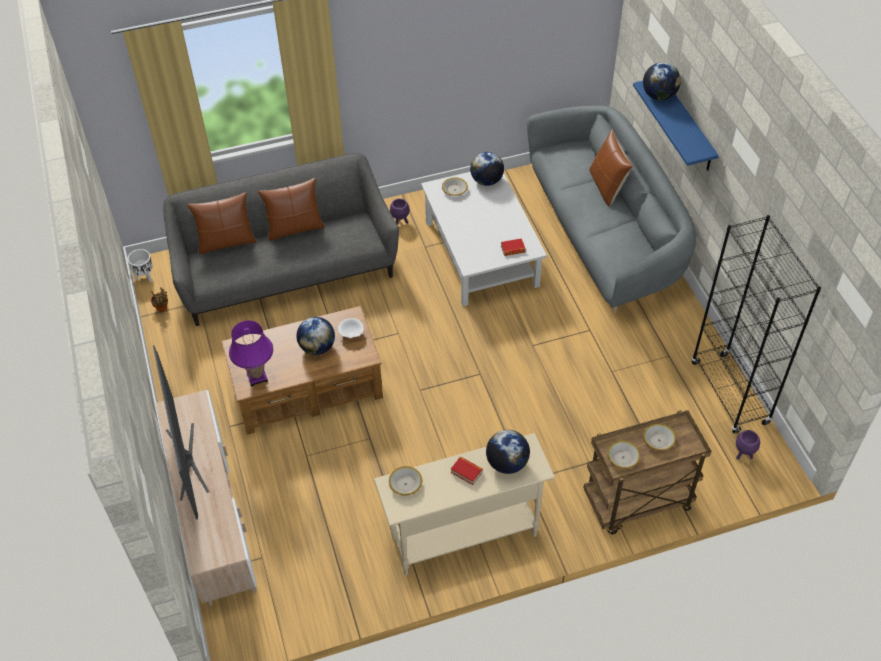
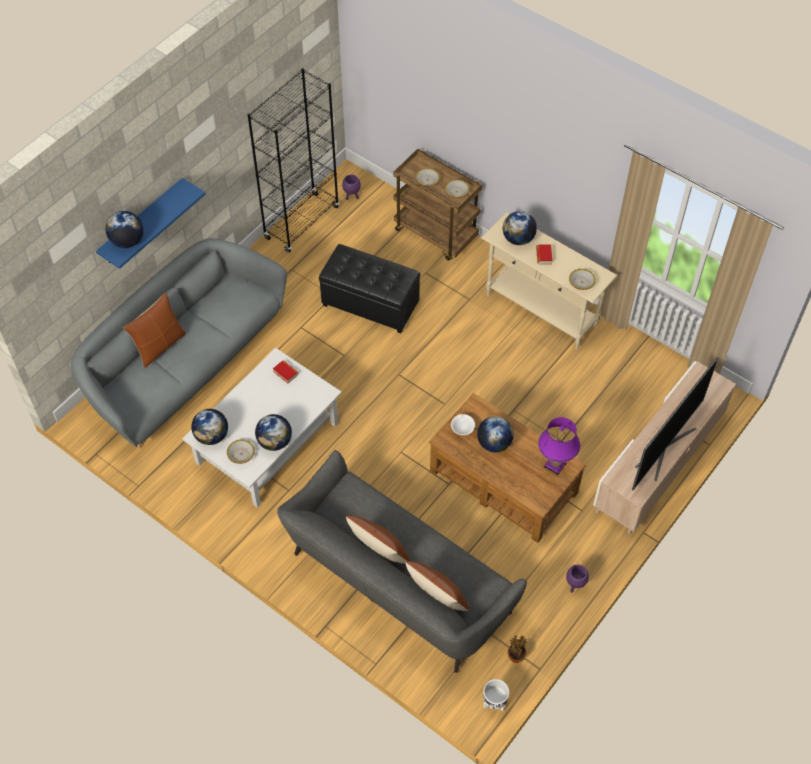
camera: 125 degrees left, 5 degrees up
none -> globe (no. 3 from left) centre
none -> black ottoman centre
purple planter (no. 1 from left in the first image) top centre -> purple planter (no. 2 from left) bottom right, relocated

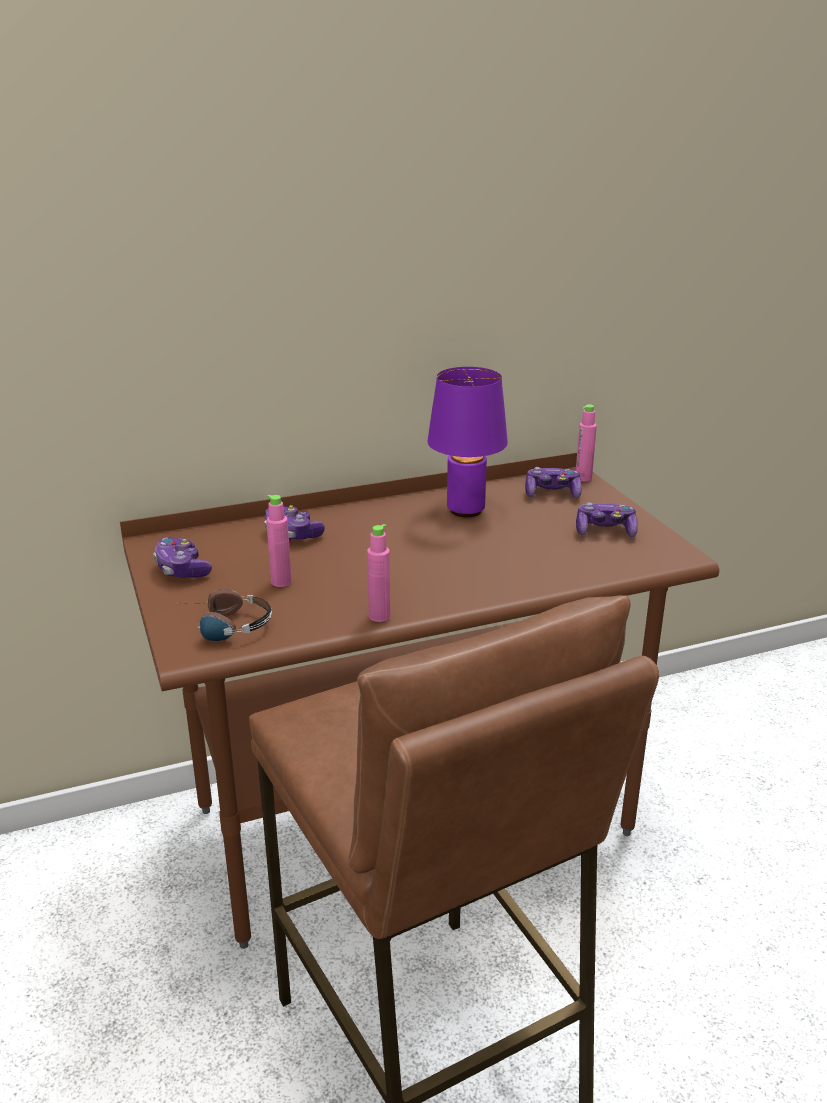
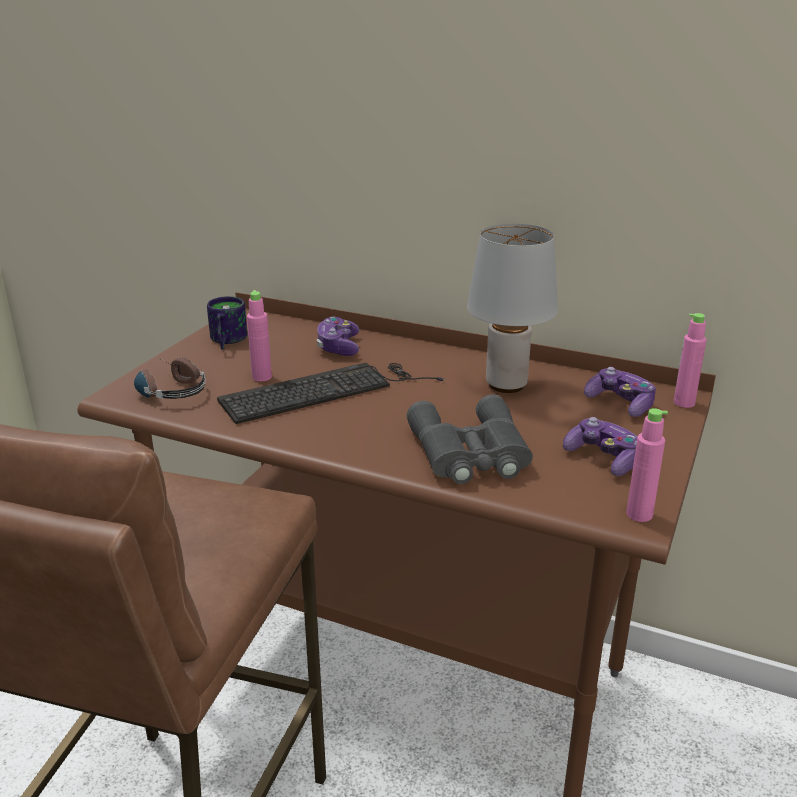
camera: 45 degrees right, 0 degrees up
game controller (no. 1 from left) middle left -> mug middle left
none -> keyboard centre
none -> grey binoculars centre
purple table lamp centre -> grey table lamp centre
pink bottle (no. 2 from left) centre -> pink bottle (no. 2 from left) middle right, relocated

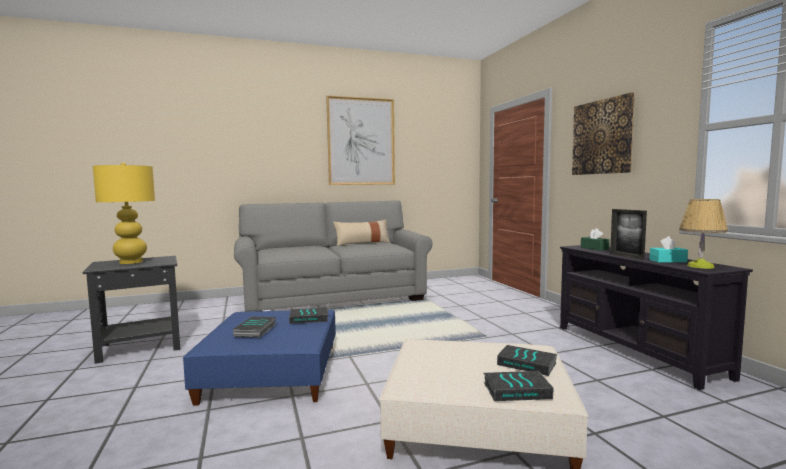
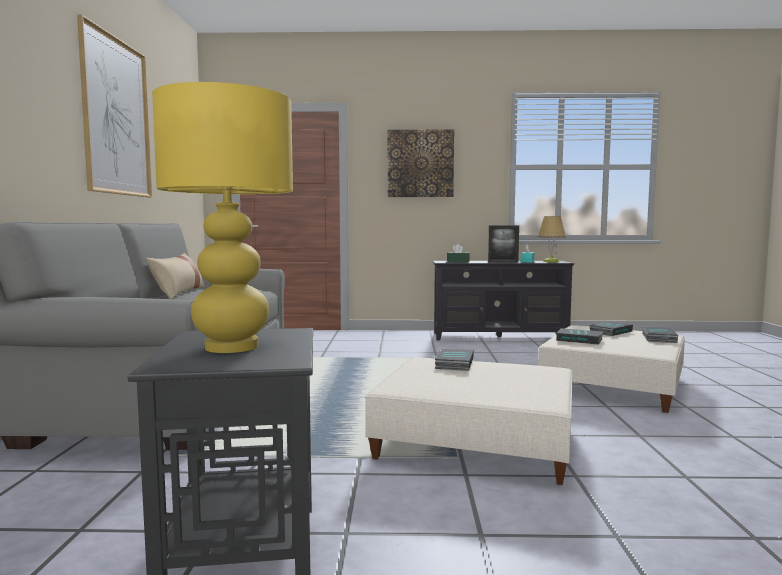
camera: 70 degrees left, 0 degrees up
blue ottoman bottom left -> beige ottoman (no. 1 from left) bottom centre
book (no. 1 from left in the first image) bottom left -> book (no. 2 from left) middle right, relocated

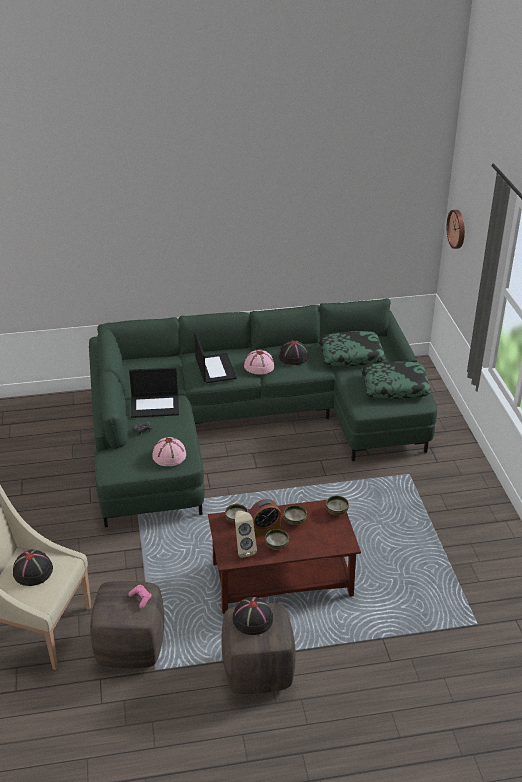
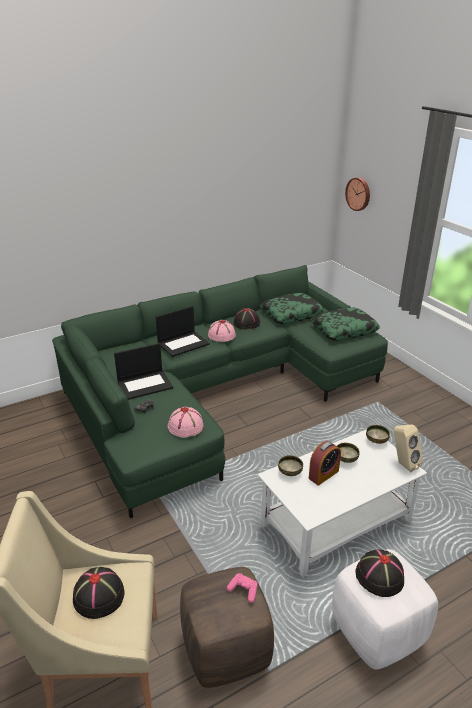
camera: 20 degrees left, 5 degrees down
laptop (no. 2 from left) centre, 90 degrees clockwise
brown coffee table bottom centre -> white coffee table bottom right
brown ottoman (no. 2 from left) bottom centre -> white ottoman bottom right
beige speaker bottom centre -> beige speaker middle right, relocated
bowl (no. 2 from left) bottom centre -> none

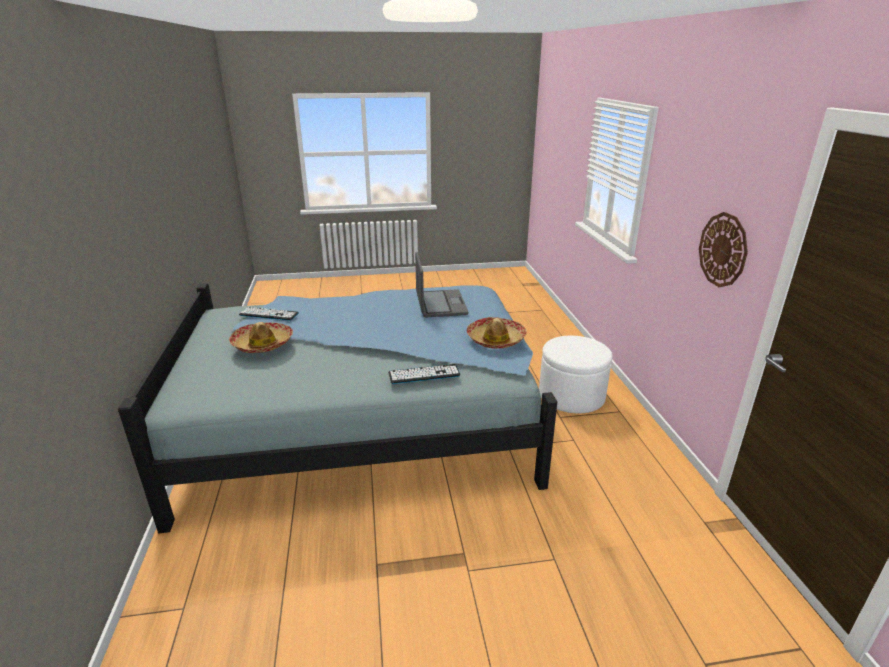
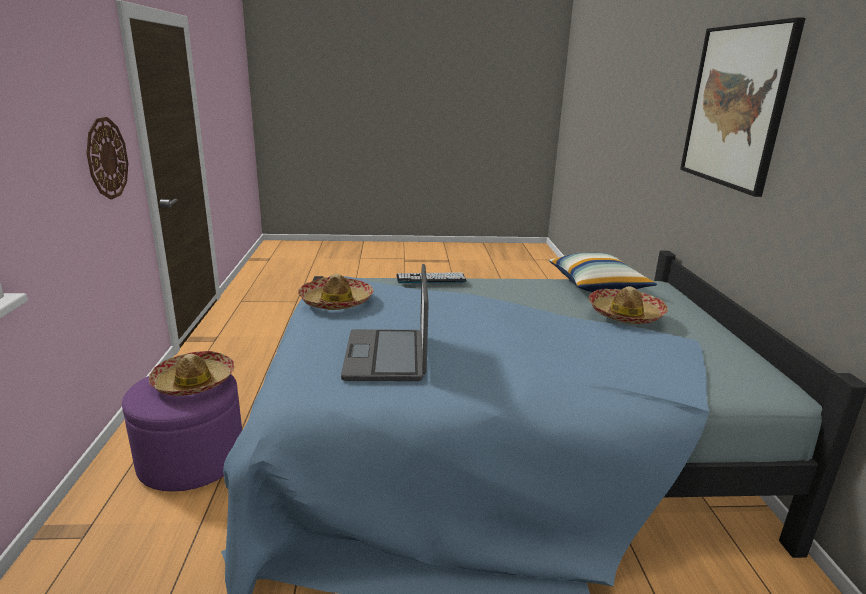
camera: 175 degrees left, 5 degrees down
white ottoman centre -> purple ottoman bottom left
none -> hat (no. 1 from left) middle left
none -> pillow middle right
none -> picture top right
keyboard (no. 1 from left) middle left -> none

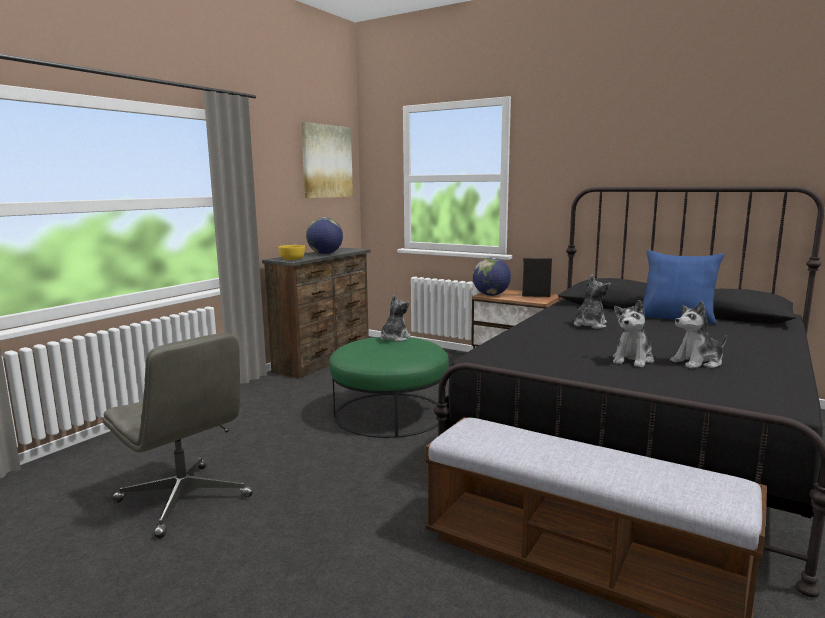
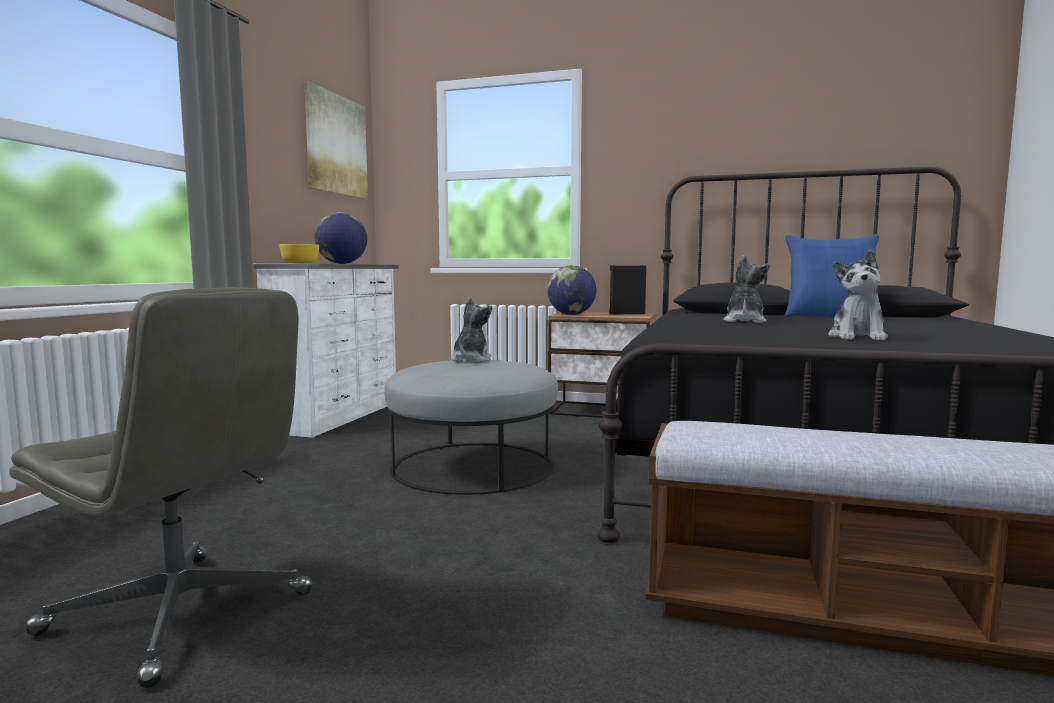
camera: 15 degrees left, 5 degrees down
brown dresser centre -> white dresser middle left
green ottoman centre -> grey ottoman centre
plush toy (no. 4 from left) middle right -> none

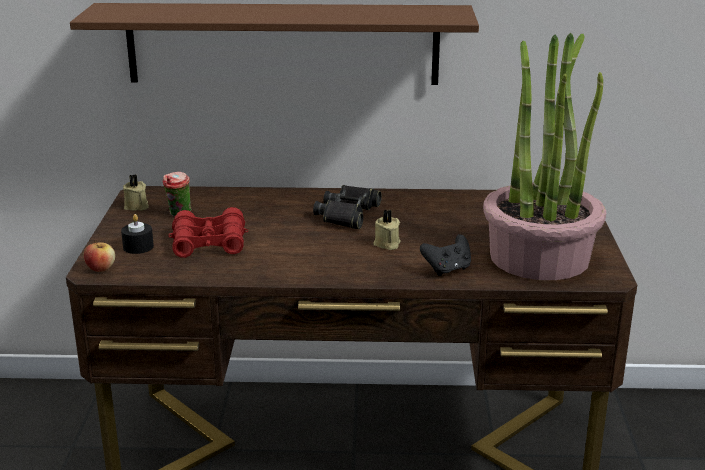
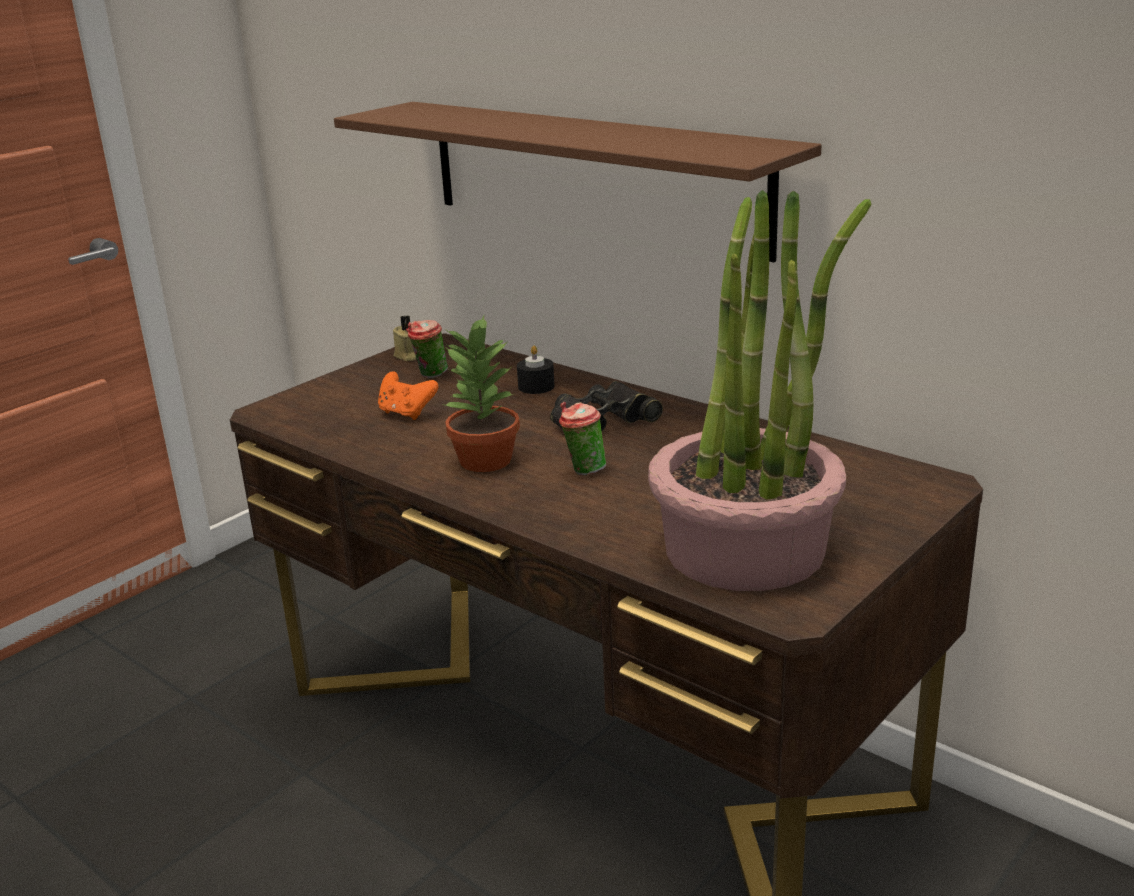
camera: 40 degrees right, 0 degrees up
red binoculars middle left -> orange game controller centre
none -> potted plant (no. 1 from left) centre
black candle middle left -> black candle centre, relocated
beige candle (no. 2 from left) centre -> cup (no. 2 from left) centre
apple middle left -> none
black game controller centre -> none

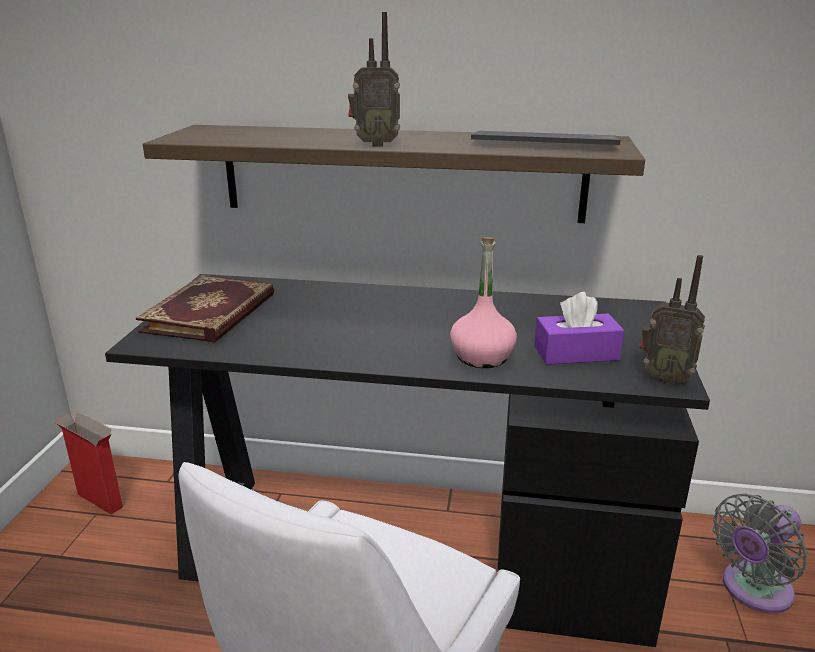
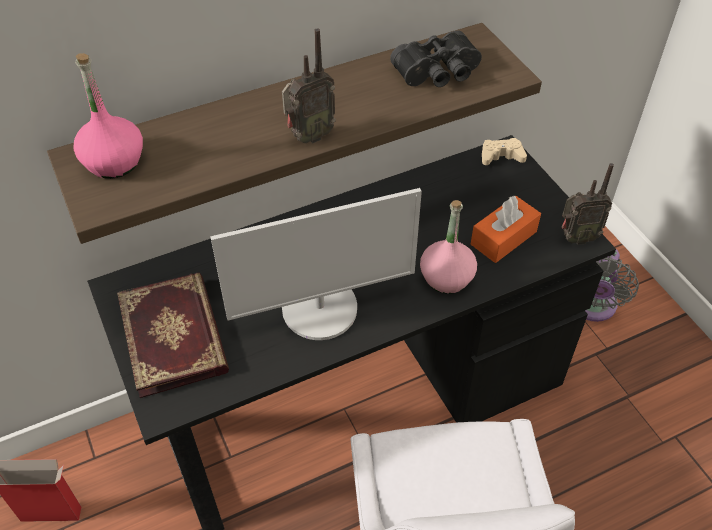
camera: 35 degrees left, 25 degrees up
none -> pink bottle (no. 1 from left) top left
none -> monitor centre
keyboard top right -> black binoculars top centre
purple tissue box middle right -> orange tissue box middle right
none -> beige game controller top right

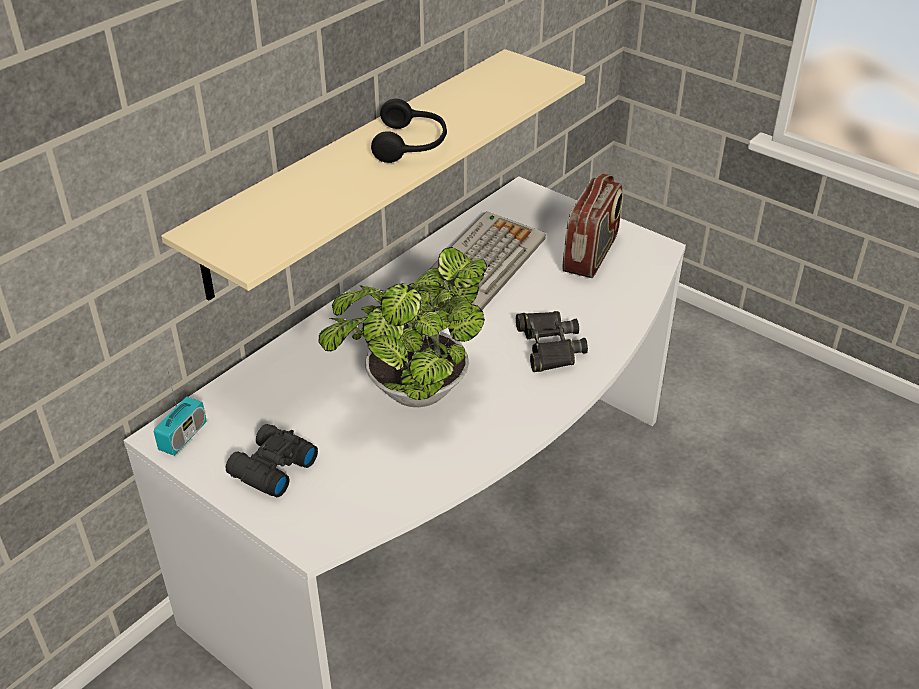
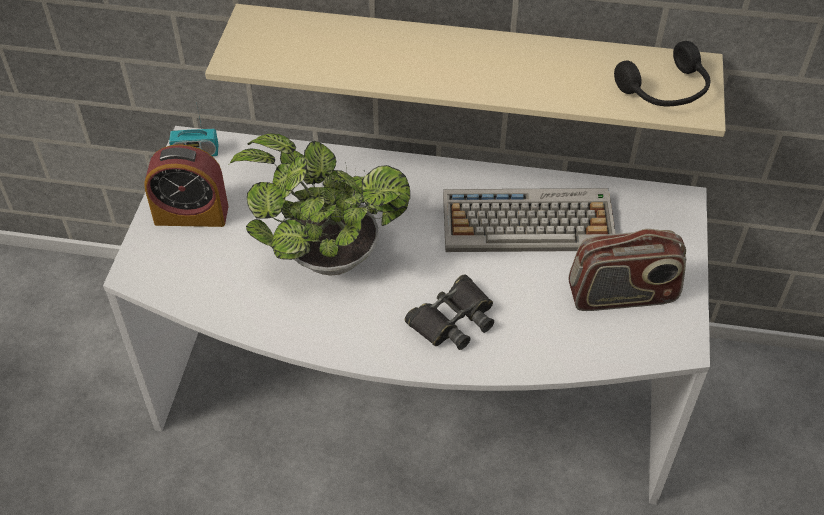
camera: 60 degrees right, 10 degrees up
black binoculars (no. 1 from left) bottom left -> alarm clock middle left
black headphones top centre -> black headphones top right, relocated

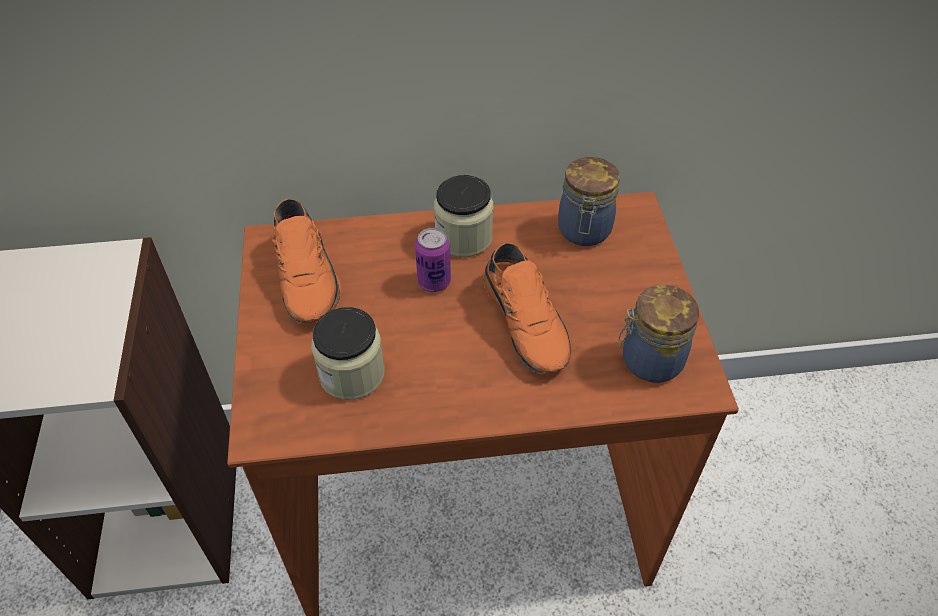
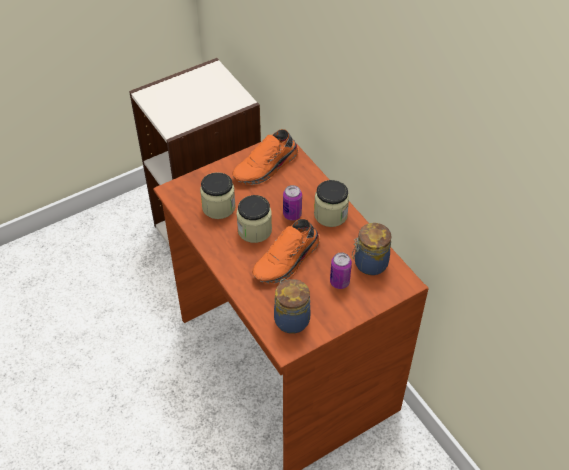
camera: 65 degrees right, 0 degrees up
none -> jar (no. 2 from left) centre
none -> can (no. 2 from left) centre

